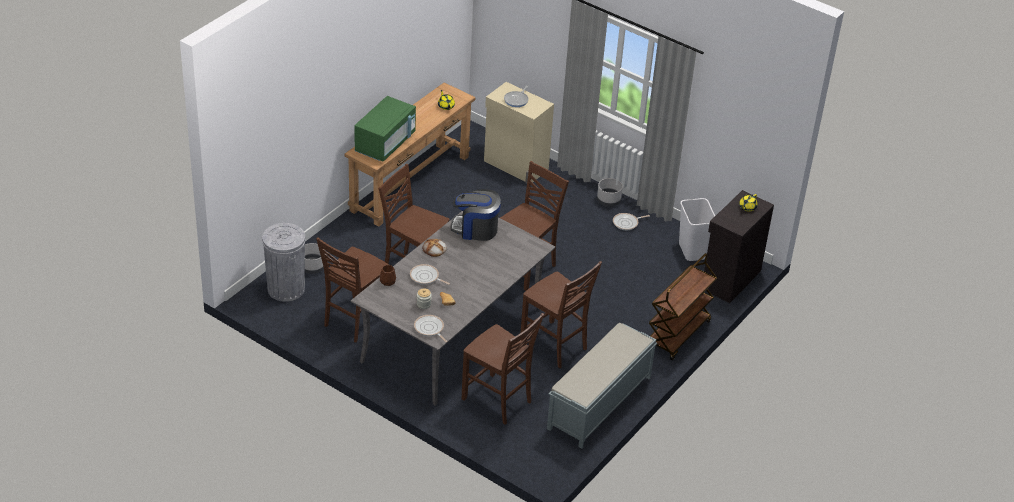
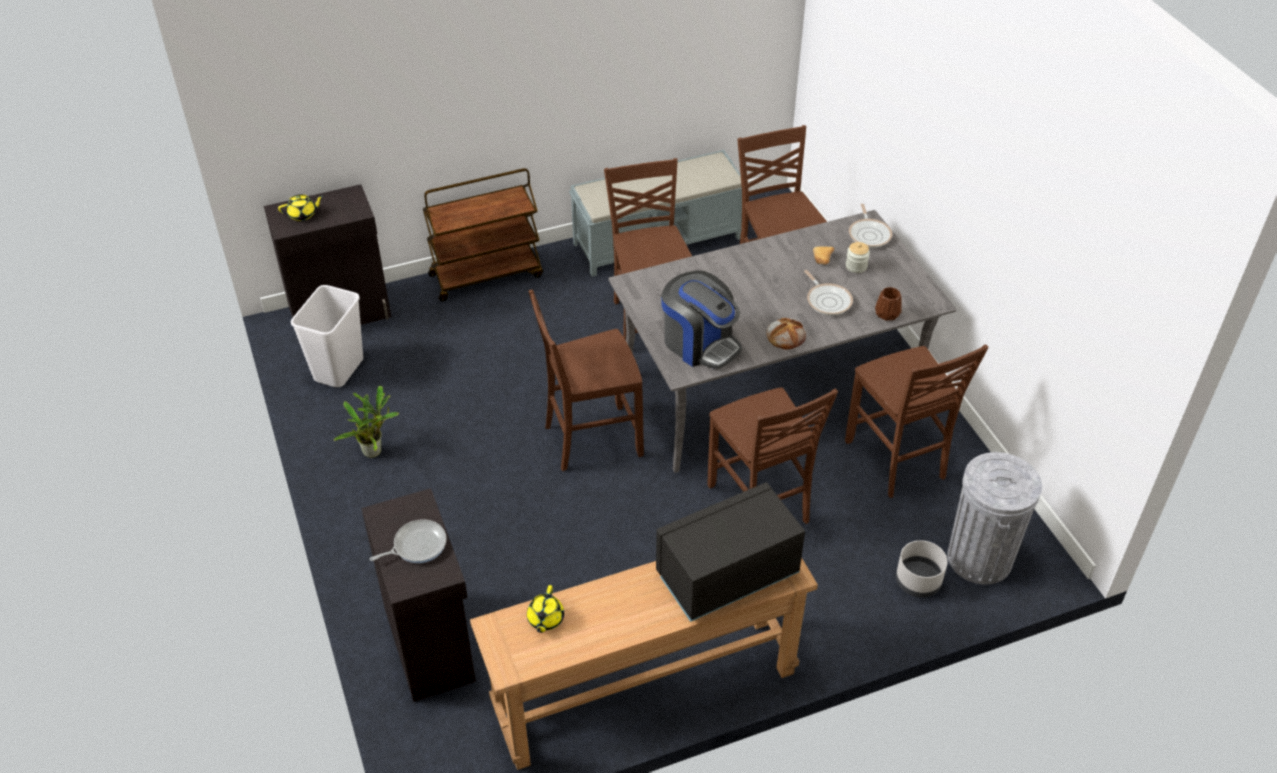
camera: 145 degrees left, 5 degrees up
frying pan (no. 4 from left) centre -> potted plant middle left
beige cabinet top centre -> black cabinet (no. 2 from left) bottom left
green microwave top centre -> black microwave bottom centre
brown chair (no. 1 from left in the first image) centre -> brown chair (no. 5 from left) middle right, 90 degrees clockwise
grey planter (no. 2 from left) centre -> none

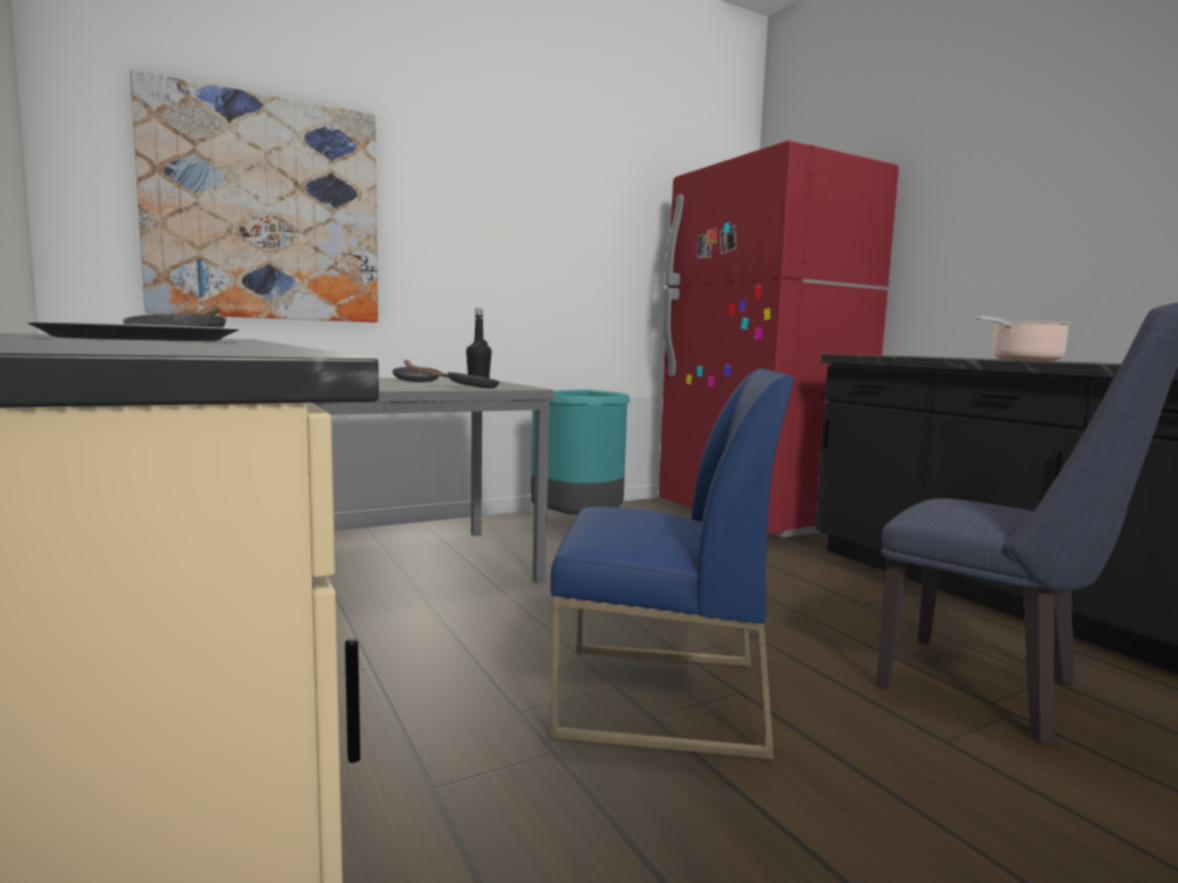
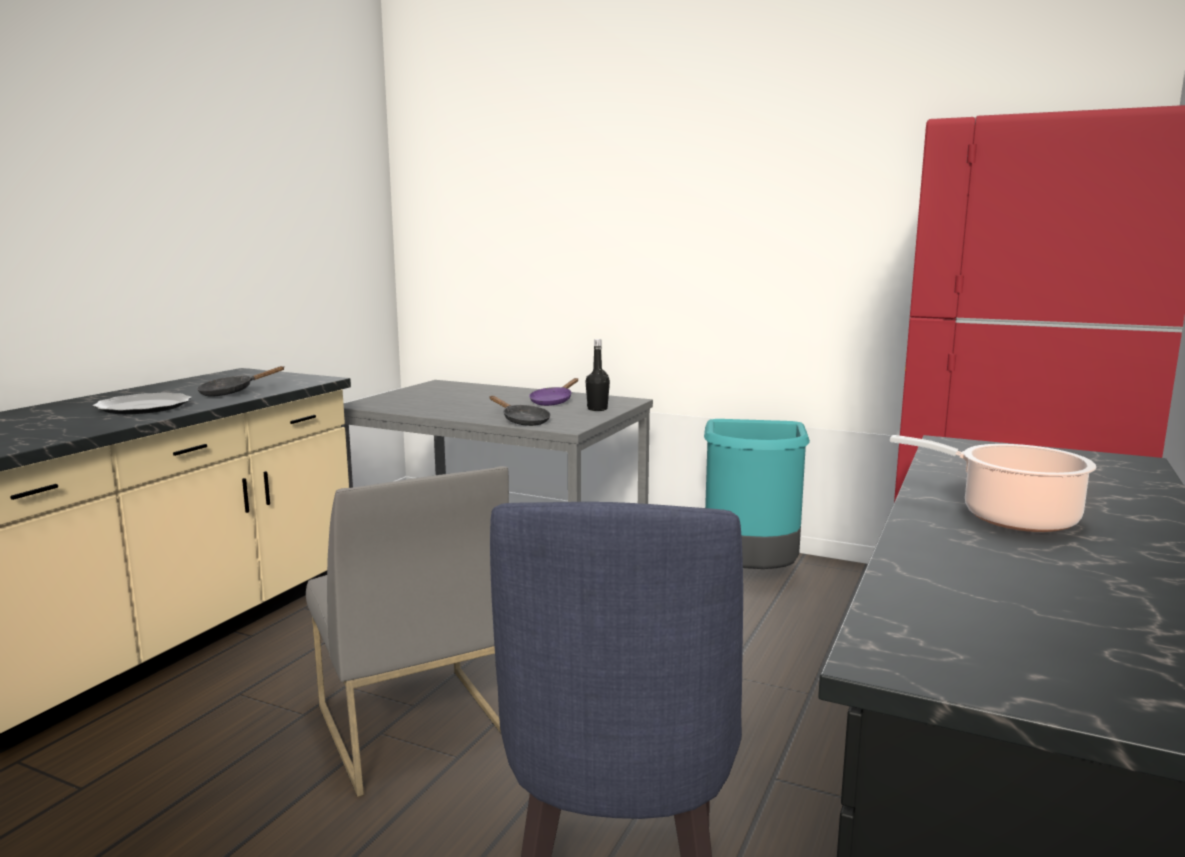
camera: 55 degrees right, 5 degrees up
blue chair (no. 1 from left) centre -> grey chair bottom centre
black frying pan (no. 2 from left) centre -> purple frying pan centre
picture top left -> none

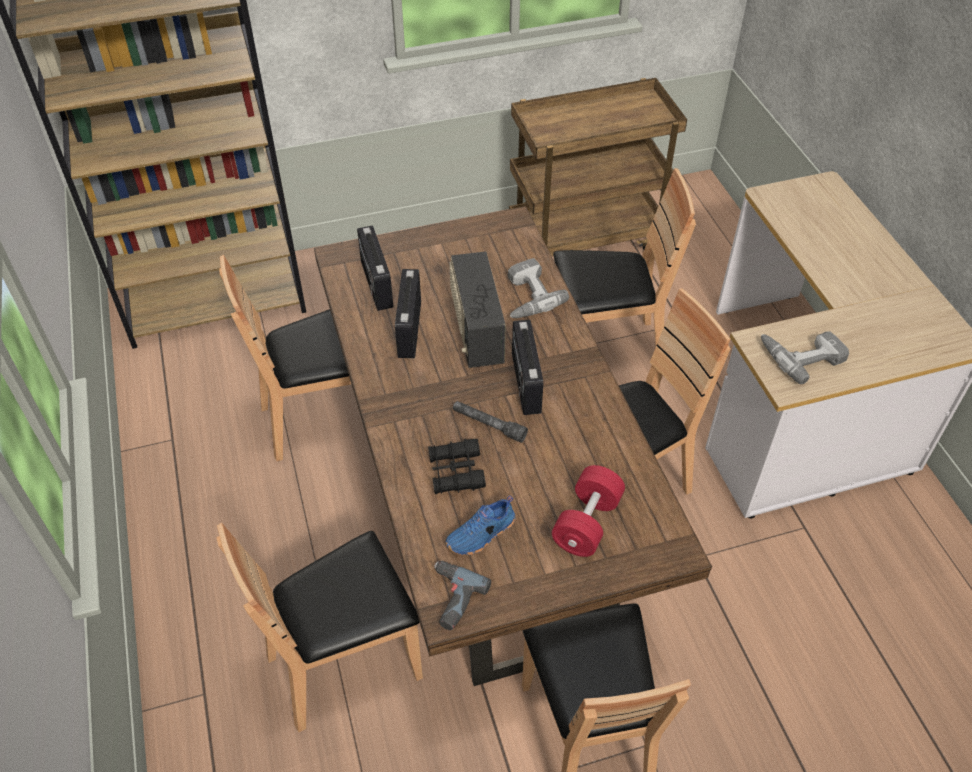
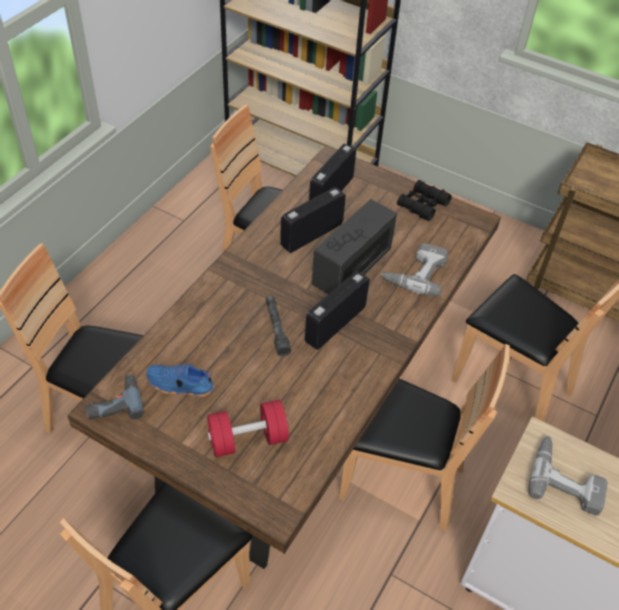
camera: 45 degrees right, 0 degrees up
black binoculars centre -> black binoculars top right, relocated

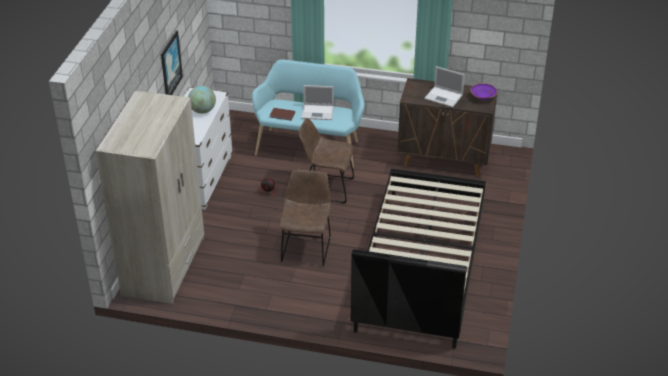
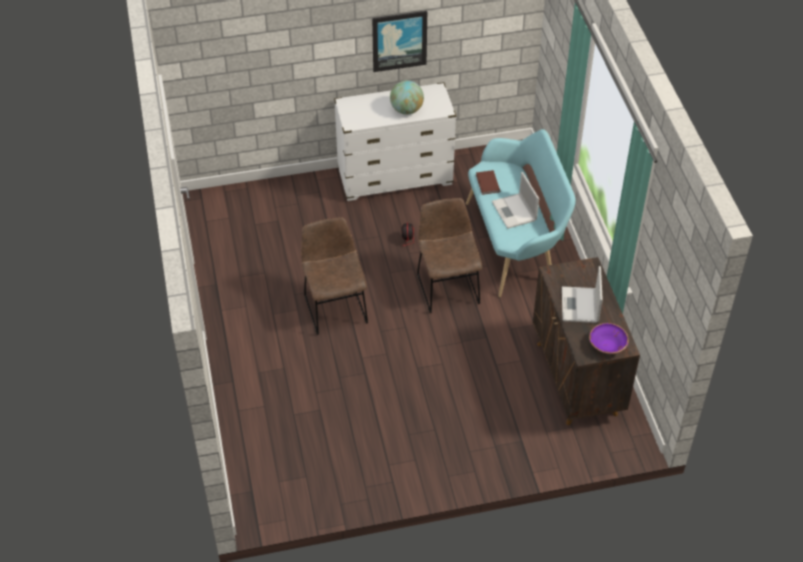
camera: 65 degrees right, 10 degrees up
brown chair (no. 1 from left) centre, 90 degrees counterclockwise
beige wardrobe middle left -> none
black bed bottom centre -> none

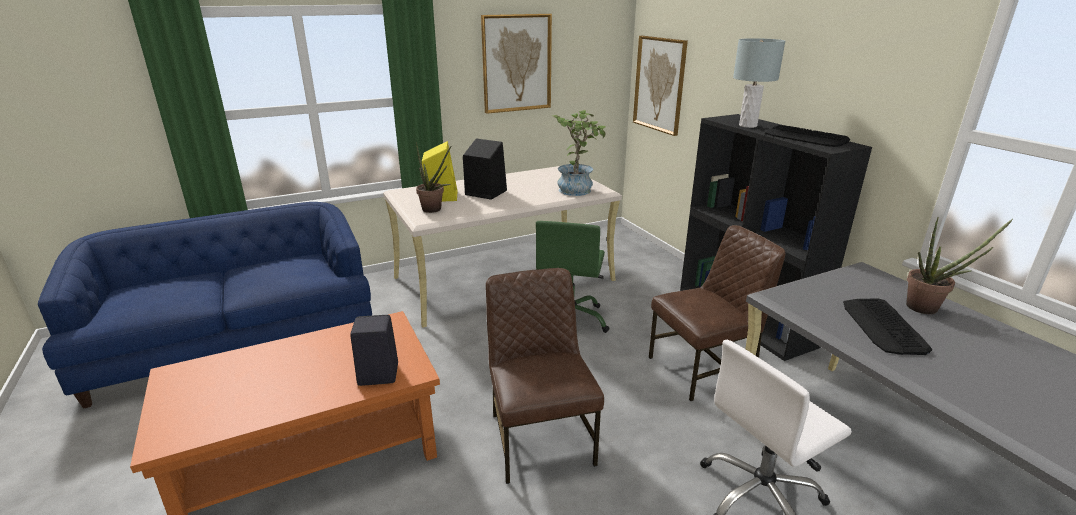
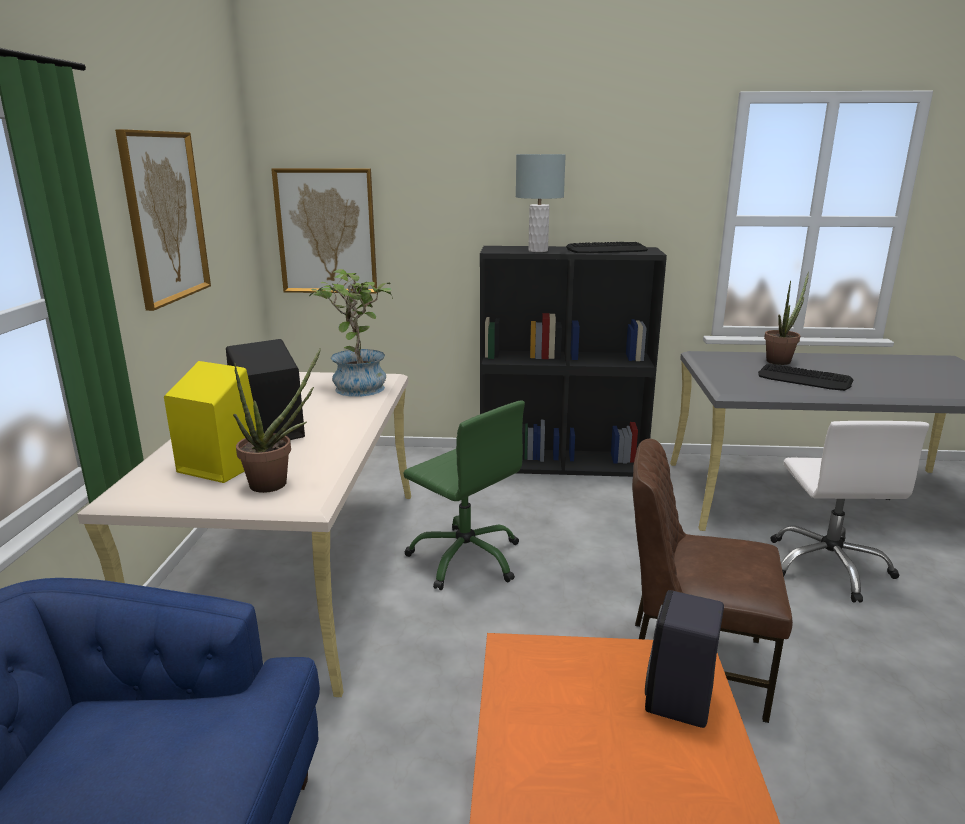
camera: 60 degrees left, 5 degrees down
brown chair (no. 2 from left) centre -> none

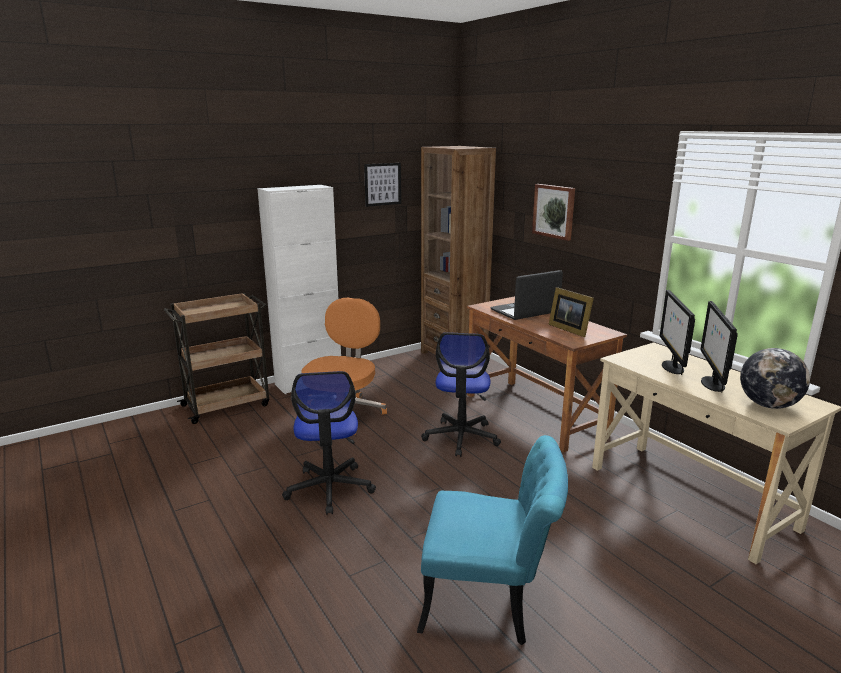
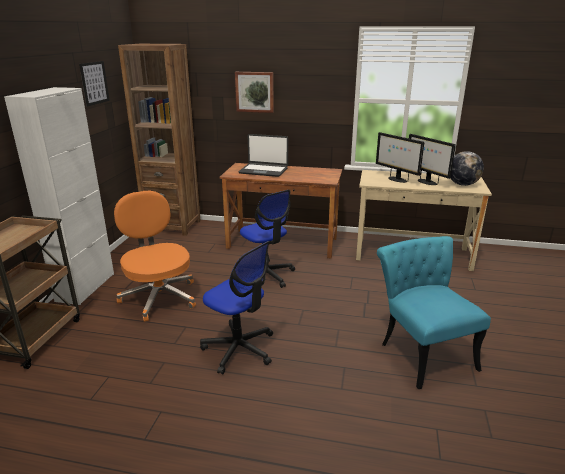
camera: 45 degrees left, 5 degrees up
laptop centre -> laptop top centre, 90 degrees counterclockwise
turquoise chair bottom centre -> turquoise chair middle right, 75 degrees counterclockwise
picture frame middle right -> none

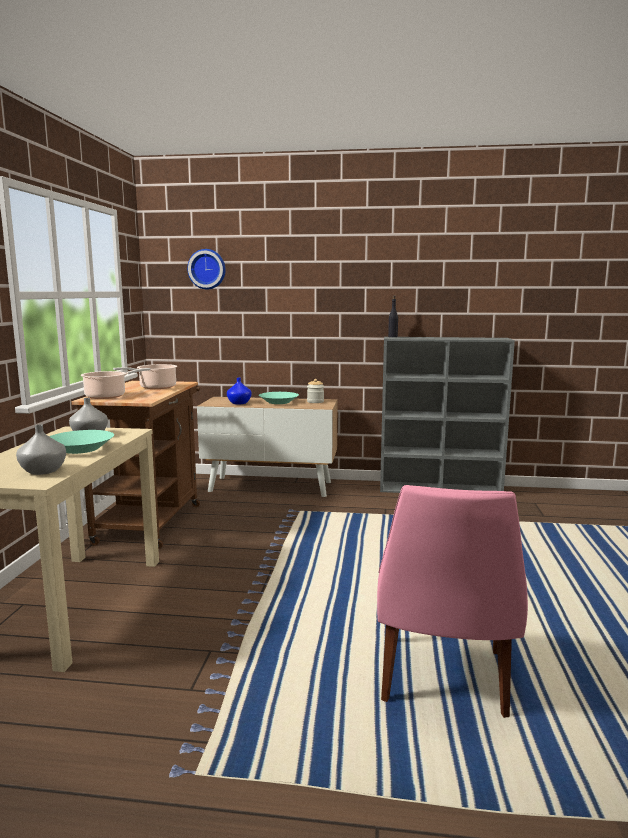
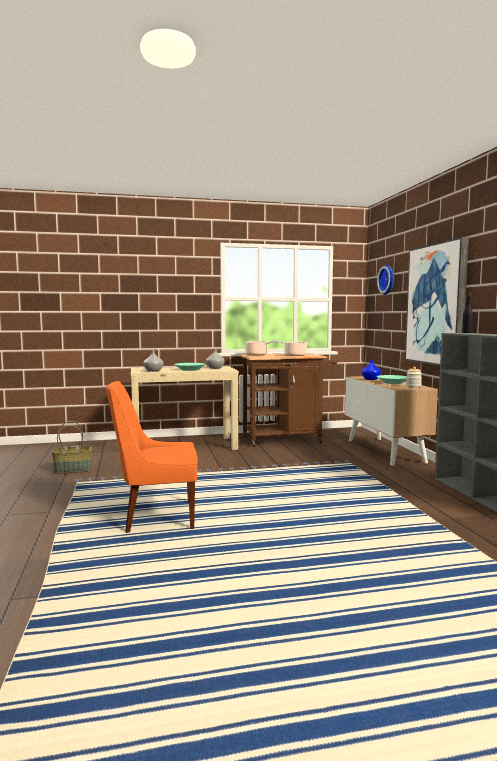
camera: 70 degrees right, 5 degrees down
none -> basket middle left
pink chair bottom right -> orange chair middle left
none -> picture middle right

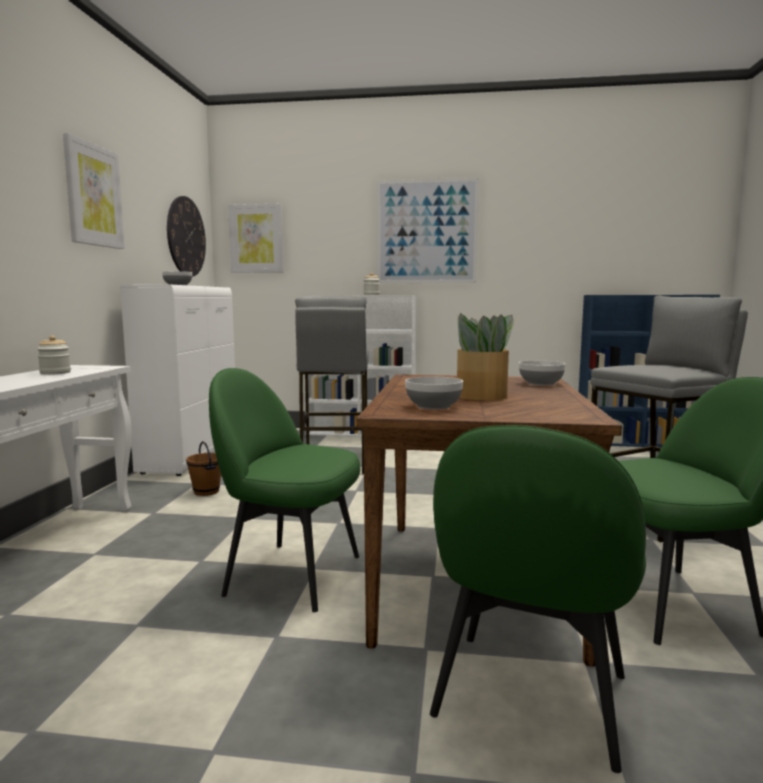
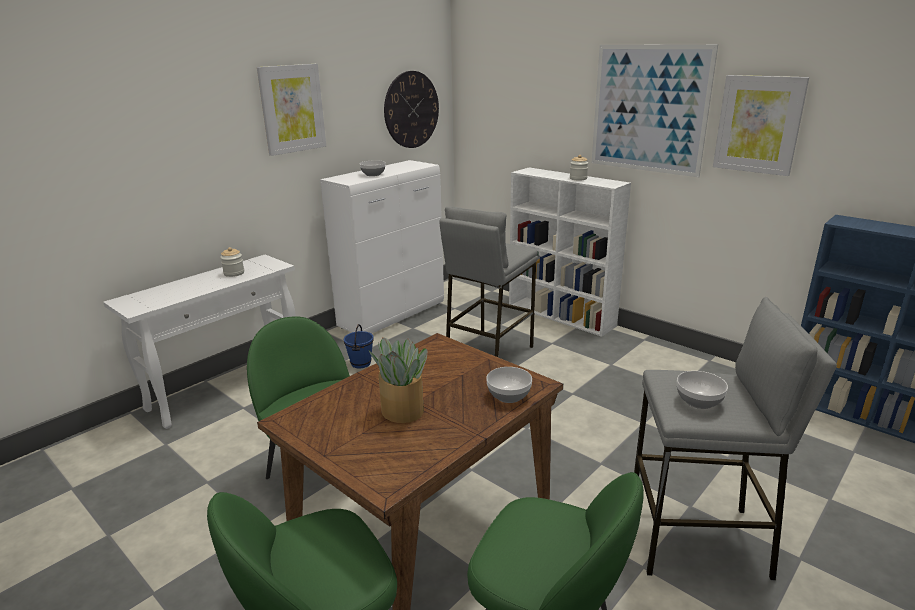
camera: 35 degrees right, 15 degrees up
brown bucket middle left -> blue bucket centre
bowl (no. 2 from left in the first image) centre -> bowl (no. 3 from left) middle right, relocated
picture (no. 2 from left in the first image) top centre -> picture (no. 3 from left) top right, relocated

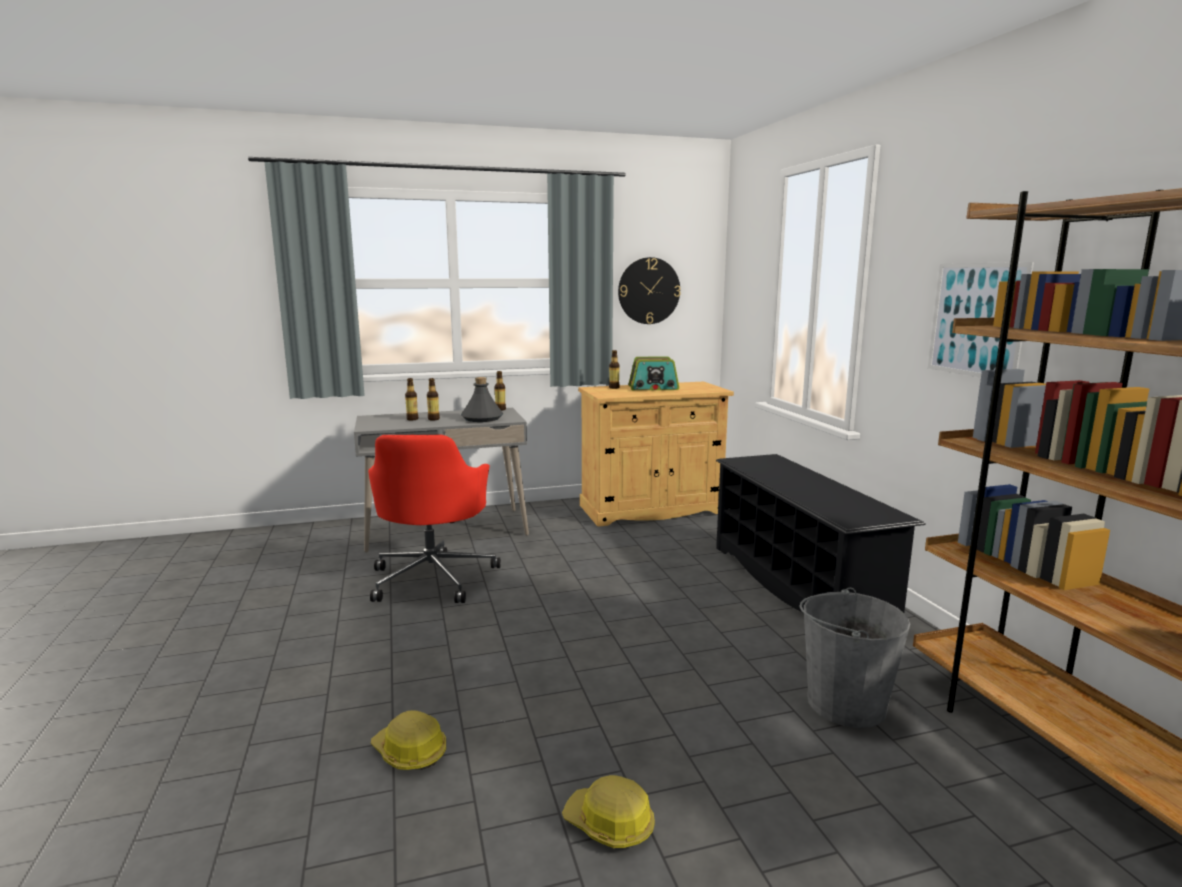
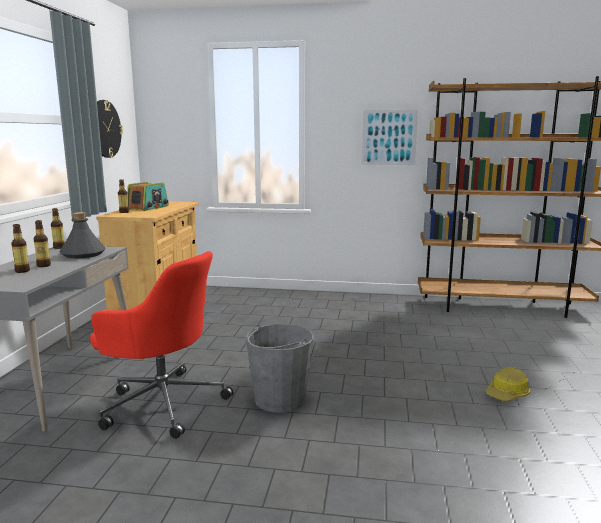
camera: 65 degrees left, 0 degrees up
grey bucket bottom right -> grey bucket bottom centre, relocated
hard hat (no. 1 from left) bottom centre -> none
black shoe rack middle right -> none

